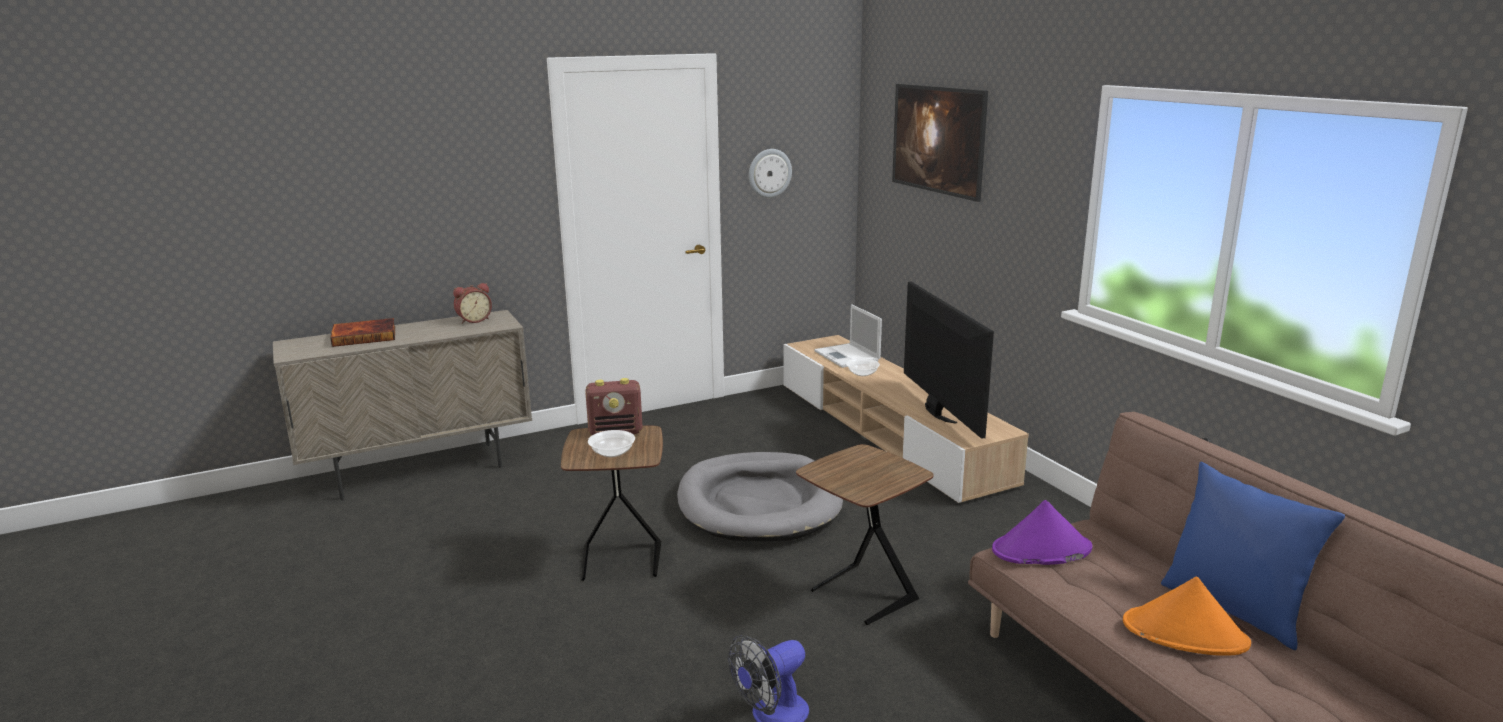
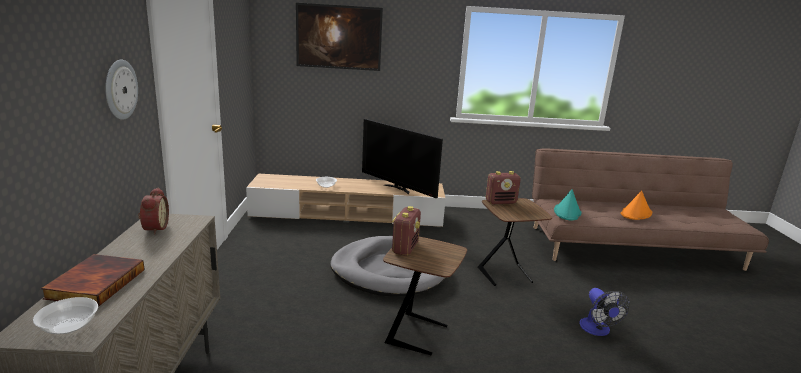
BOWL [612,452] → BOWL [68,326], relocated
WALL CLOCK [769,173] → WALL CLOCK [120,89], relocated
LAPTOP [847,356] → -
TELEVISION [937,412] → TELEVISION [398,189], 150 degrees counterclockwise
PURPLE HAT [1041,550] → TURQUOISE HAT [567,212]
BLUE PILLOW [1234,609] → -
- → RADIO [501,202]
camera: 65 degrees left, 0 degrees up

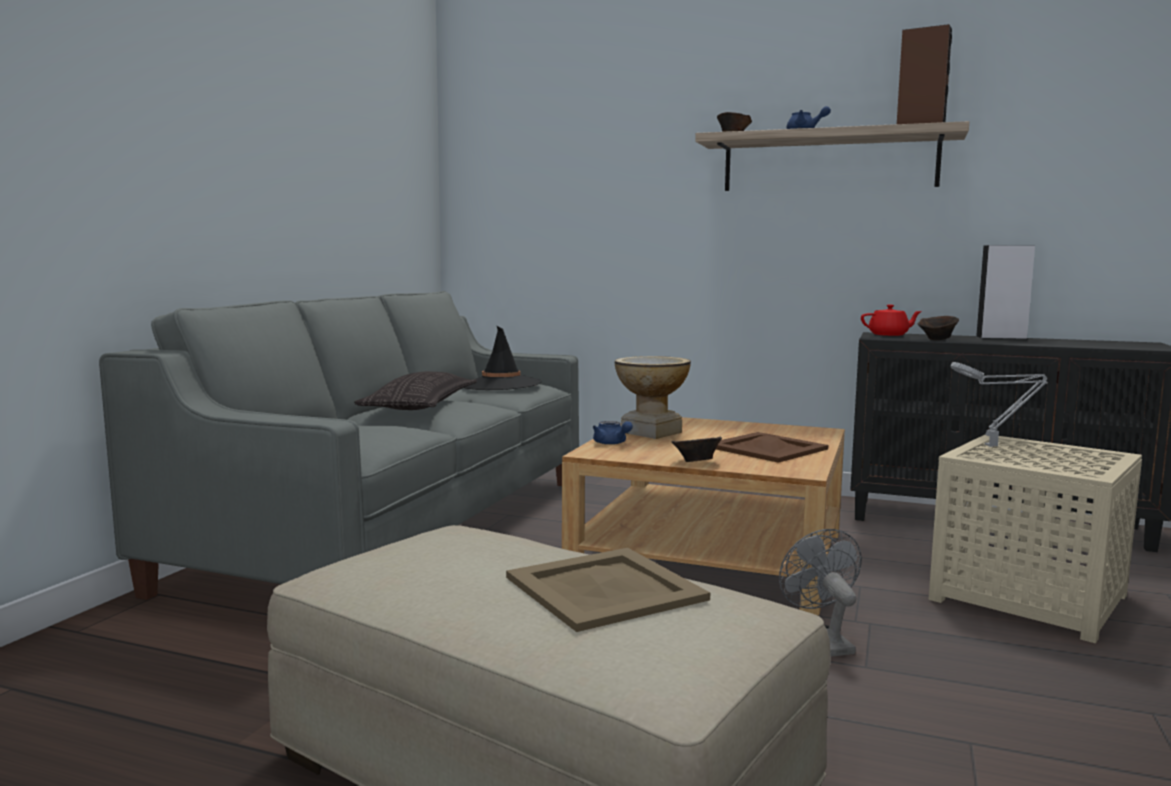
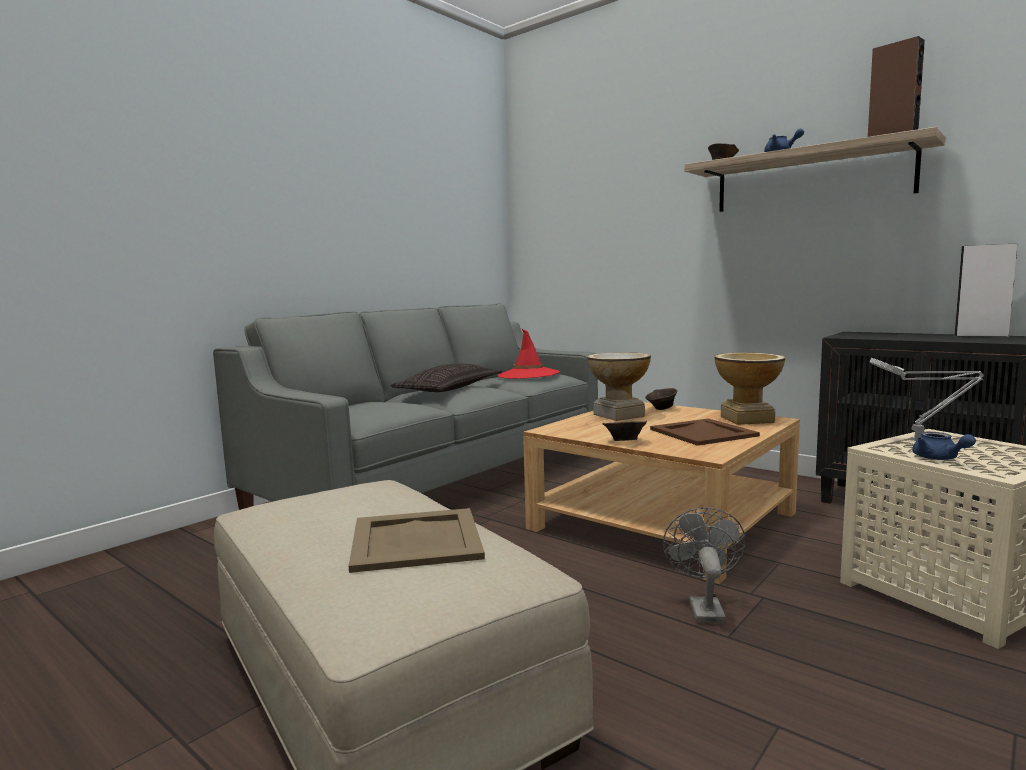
BLACK HAT [501,385] → RED HAT [528,375]
BLUE TEAPOT [612,443] → BLUE TEAPOT [939,458], relocated
RED TEAPOT [889,335] → -
BROWN BOWL [937,339] → BROWN BOWL [661,409], relocated
- → VASE [747,419]
camera: 20 degrees right, 0 degrees up

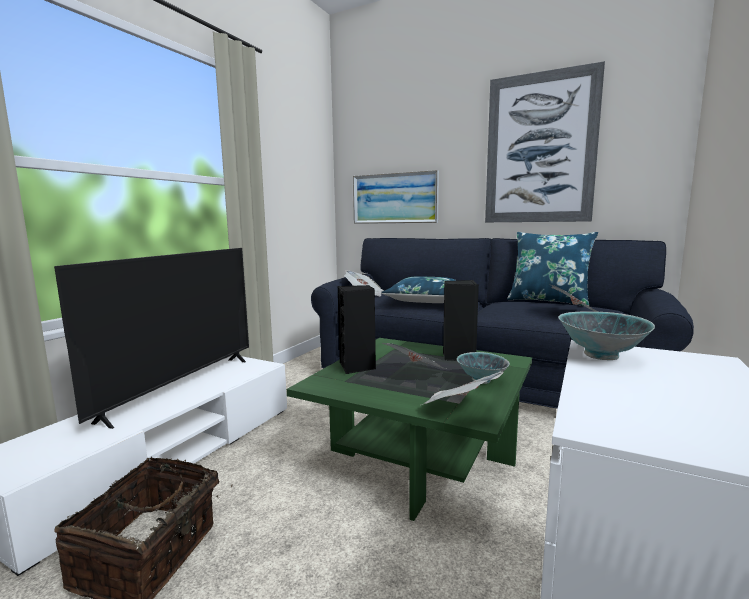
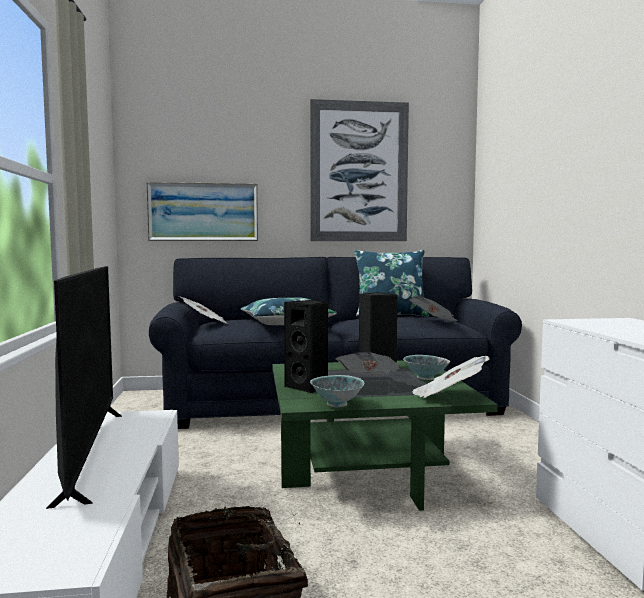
BOWL [600,355] → BOWL [336,404], relocated
camera: 35 degrees left, 5 degrees down

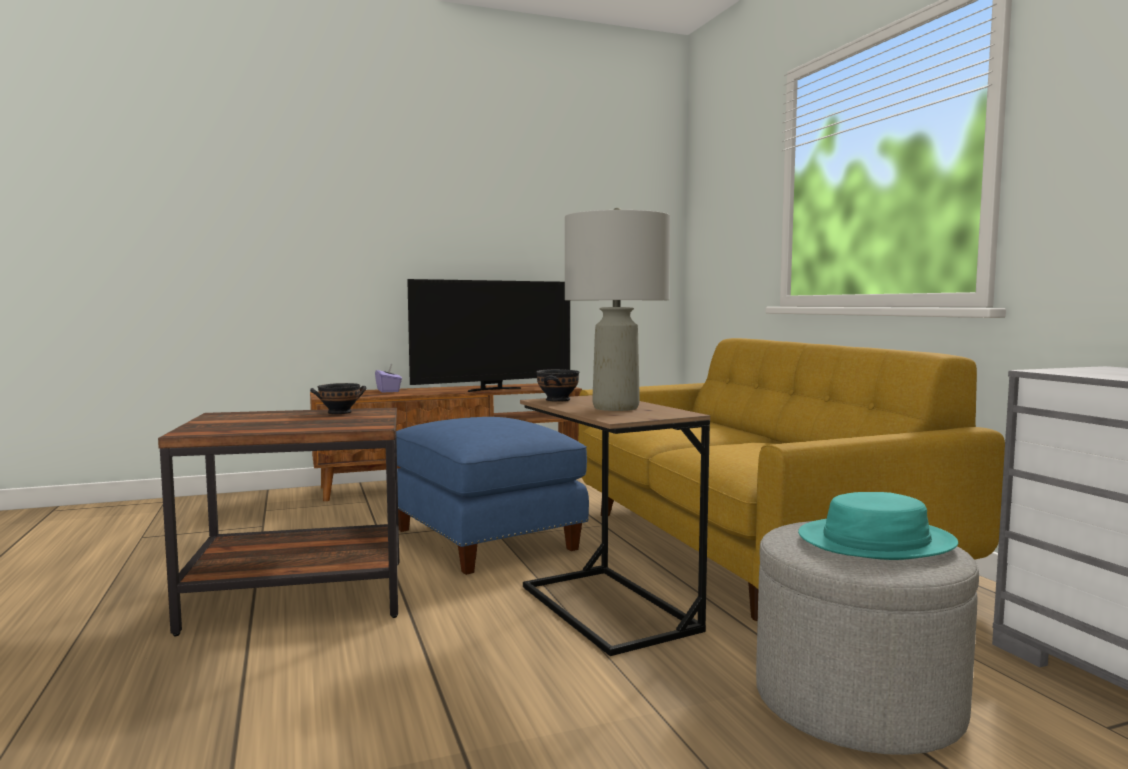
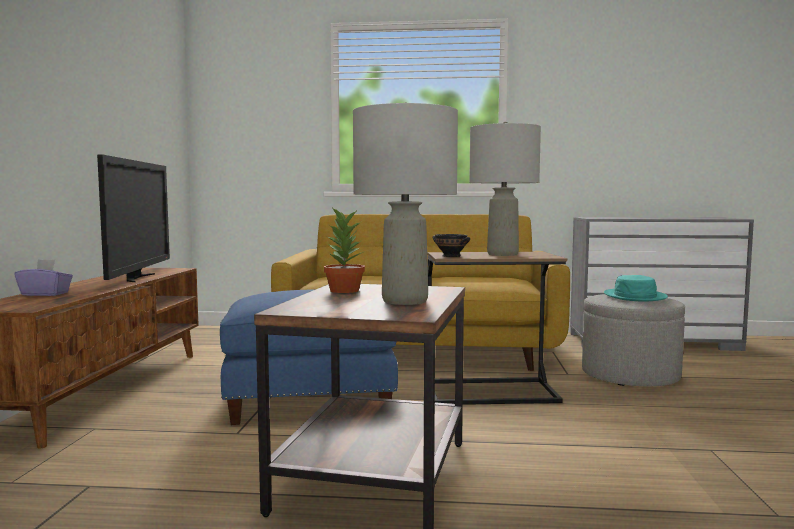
BLACK BOWL [338,412] → POTTED PLANT [343,290]
- → GREY TABLE LAMP [404,301]
camera: 65 degrees left, 0 degrees up

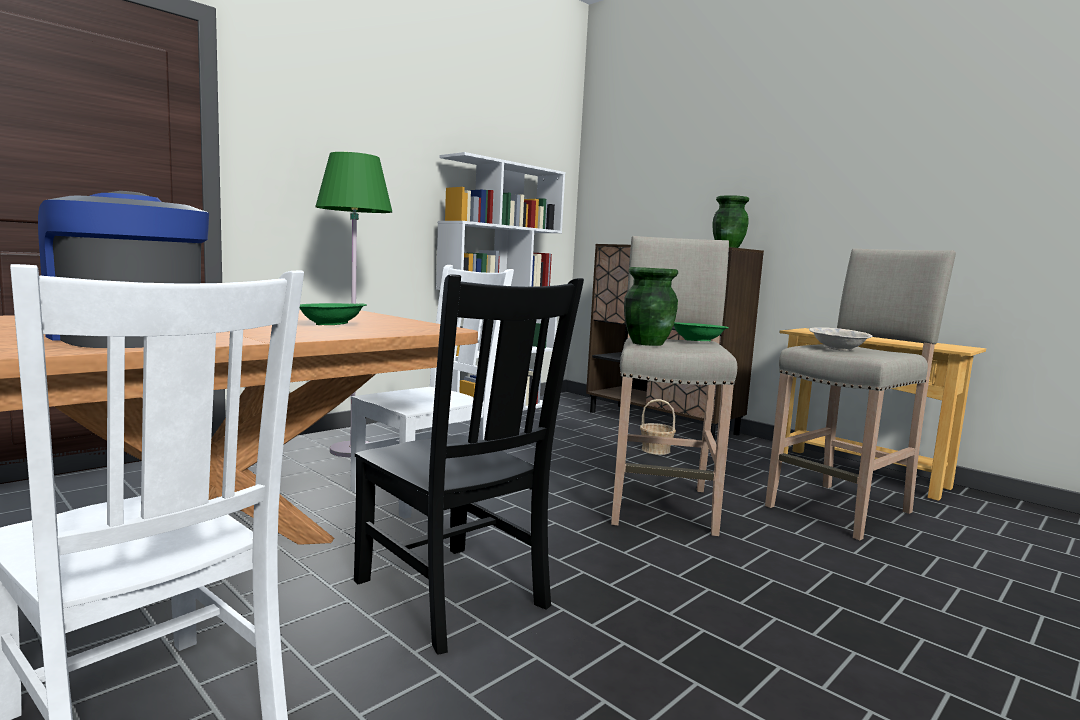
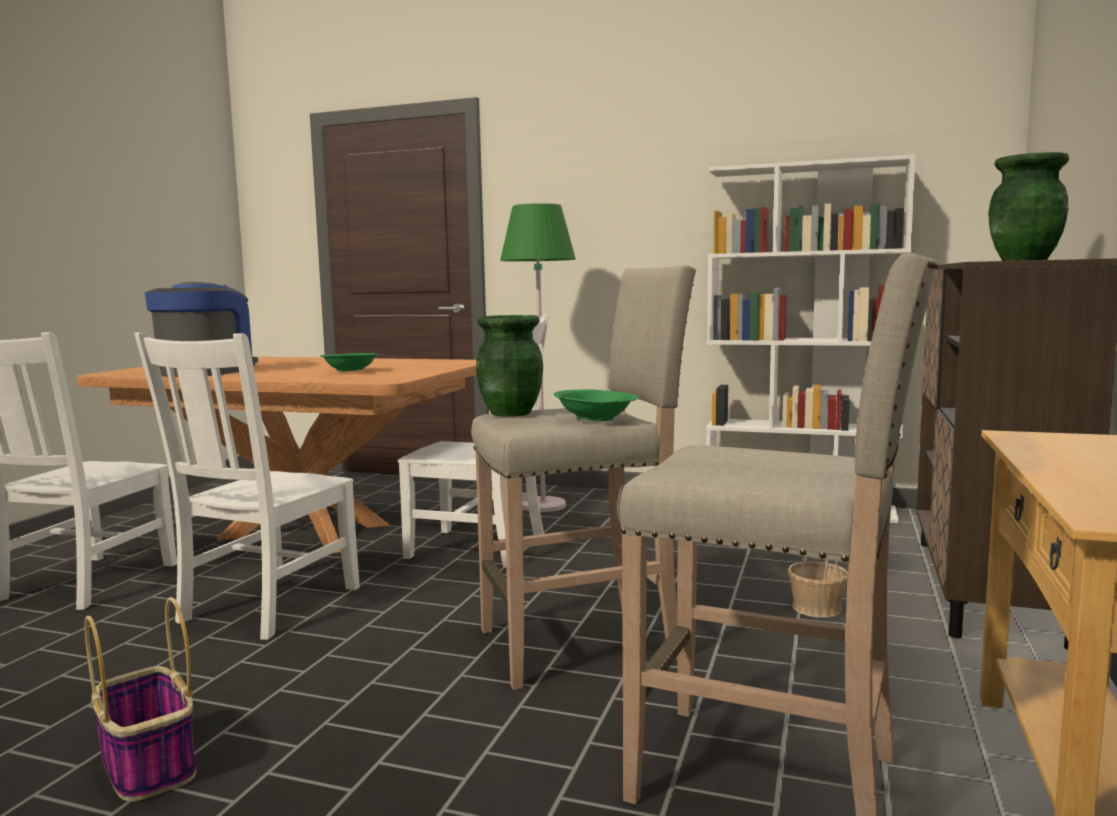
BLACK CHAIR [454,596] → WHITE CHAIR [266,606]
BEIGE BOWL [838,349] → -
- → BASKET [147,764]
camera: 65 degrees right, 0 degrees up

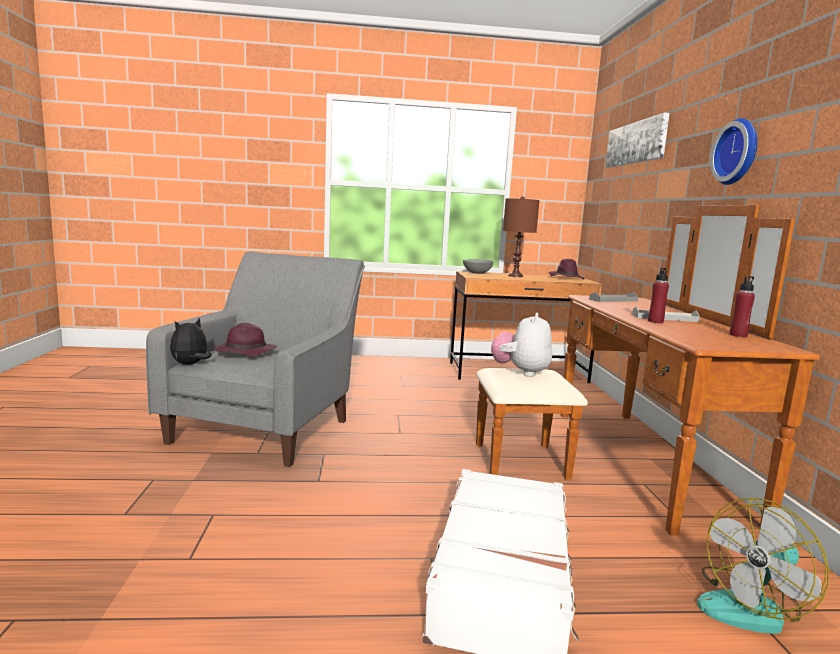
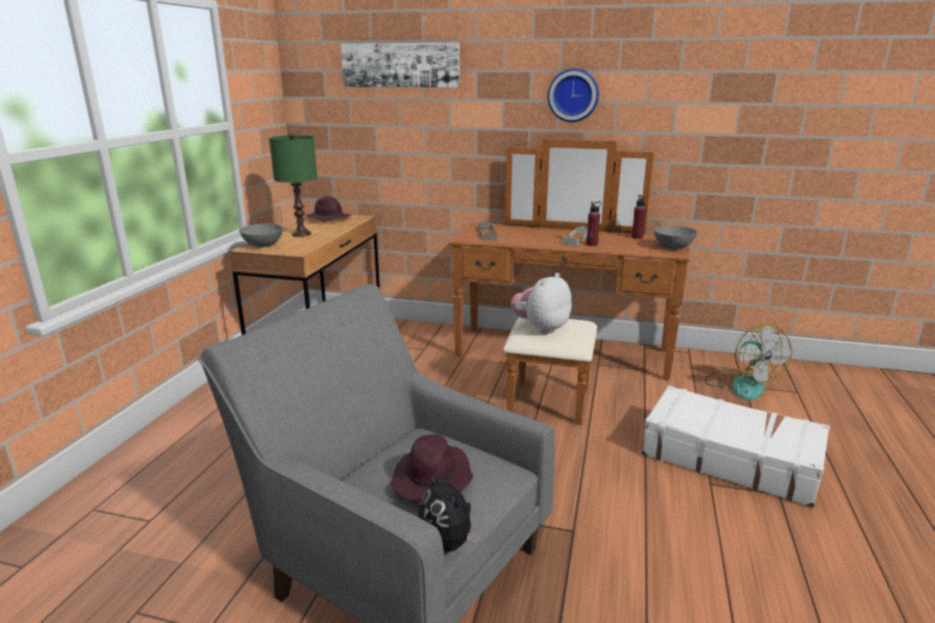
PLUSH TOY [521,372] → PLUSH TOY [541,328], 90 degrees clockwise
BROWN TABLE LAMP [515,276] → GREEN TABLE LAMP [301,234]
- → GREY BOWL [673,247]
camera: 70 degrees left, 10 degrees up

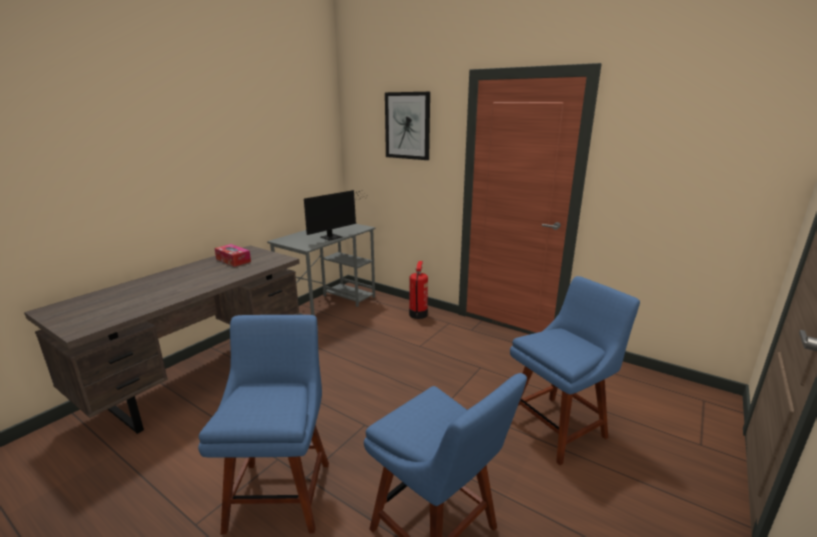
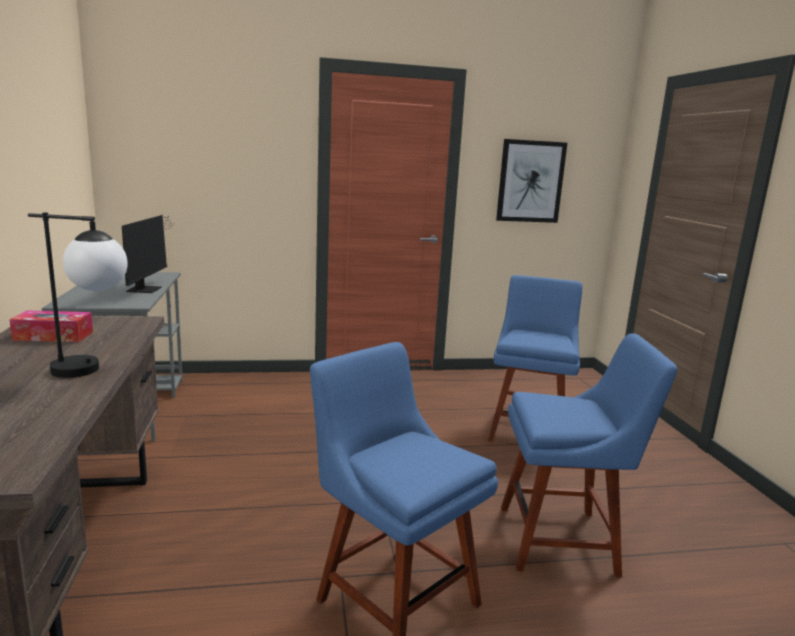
PICTURE [407,126] → PICTURE [530,181], relocated
FIRE EXTINGUISHER [418,314] → -
- → TABLE LAMP [93,371]
camera: 45 degrees left, 5 degrees down

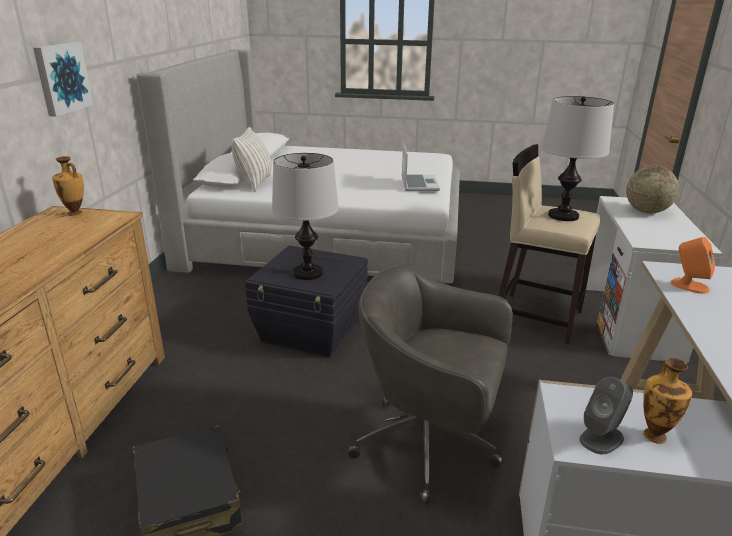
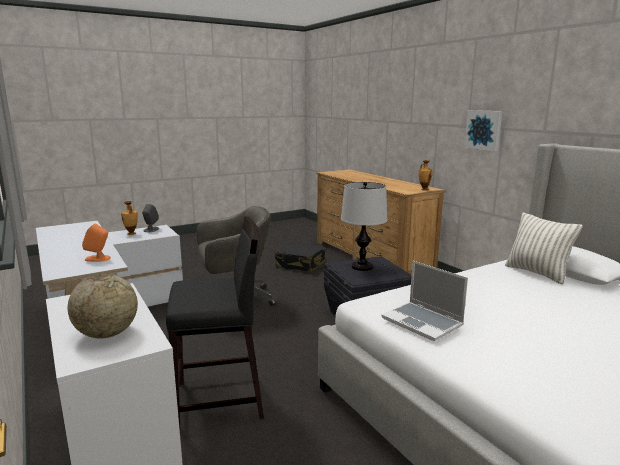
BEIGE STOOL [536,317] → BLACK STOOL [220,400]
TABLE LAMP [563,216] → -
camera: 140 degrees right, 10 degrees down

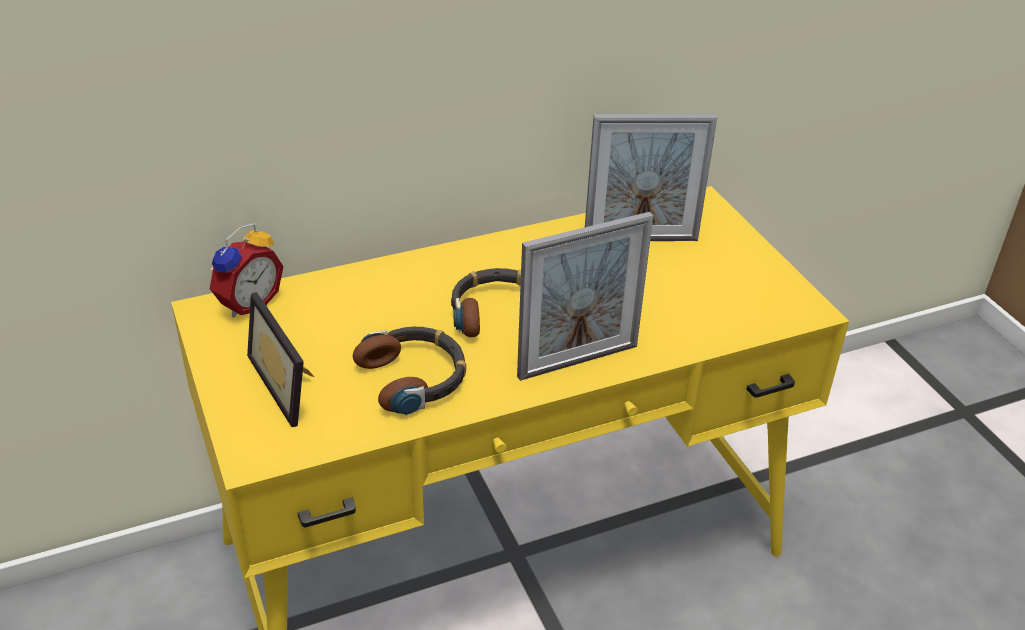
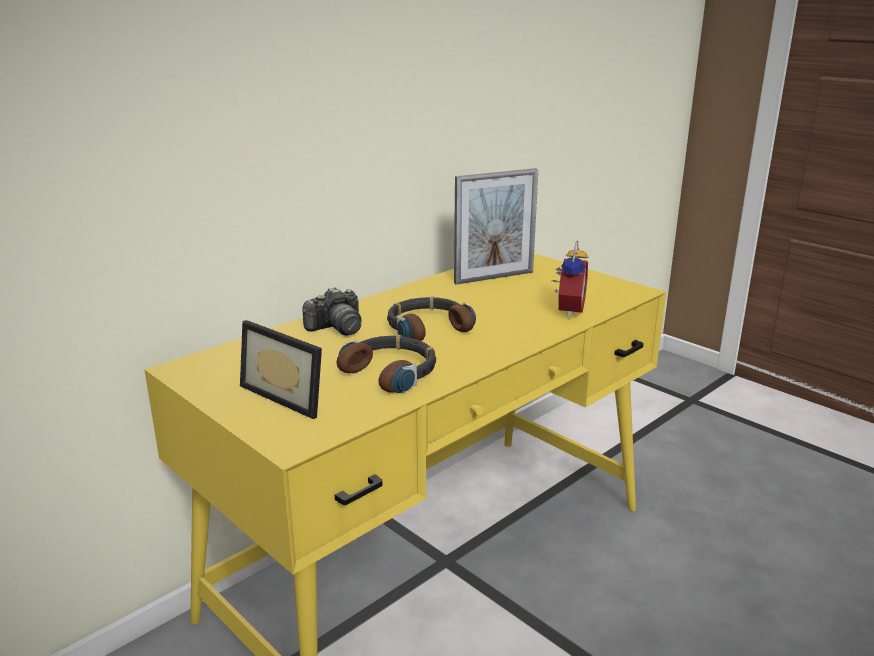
ALARM CLOCK [247,303] → ALARM CLOCK [567,311], relocated
PICTURE FRAME [578,361] → -
- → PHOTO CAMERA [337,328]
camera: 20 degrees left, 15 degrees down

